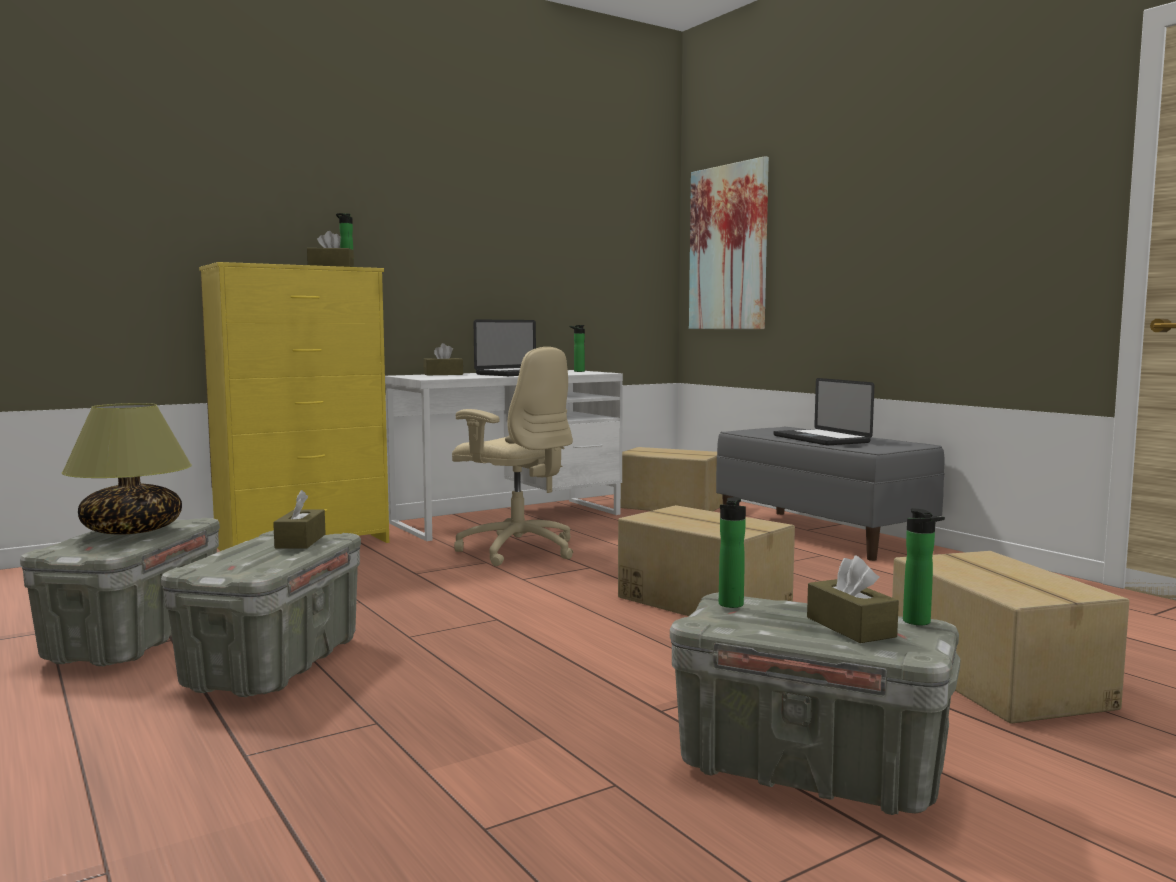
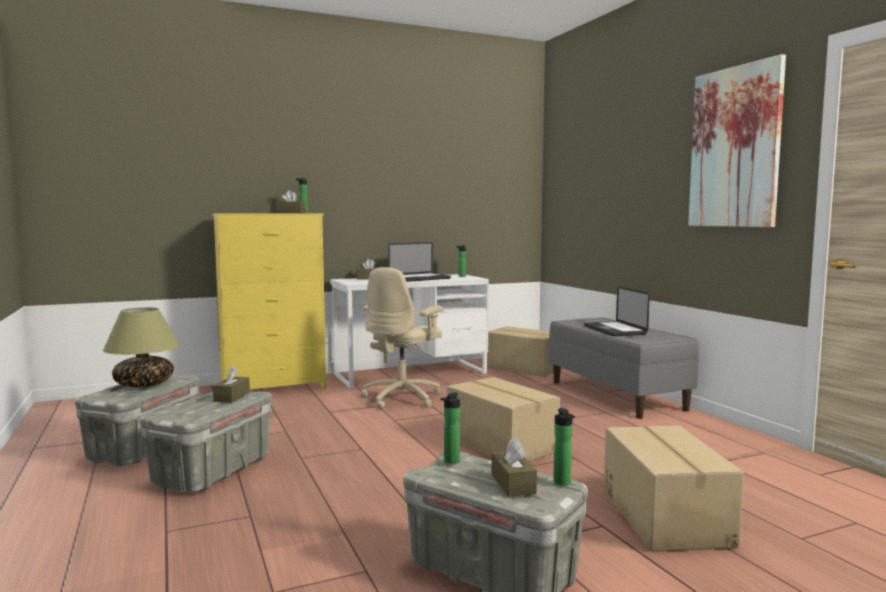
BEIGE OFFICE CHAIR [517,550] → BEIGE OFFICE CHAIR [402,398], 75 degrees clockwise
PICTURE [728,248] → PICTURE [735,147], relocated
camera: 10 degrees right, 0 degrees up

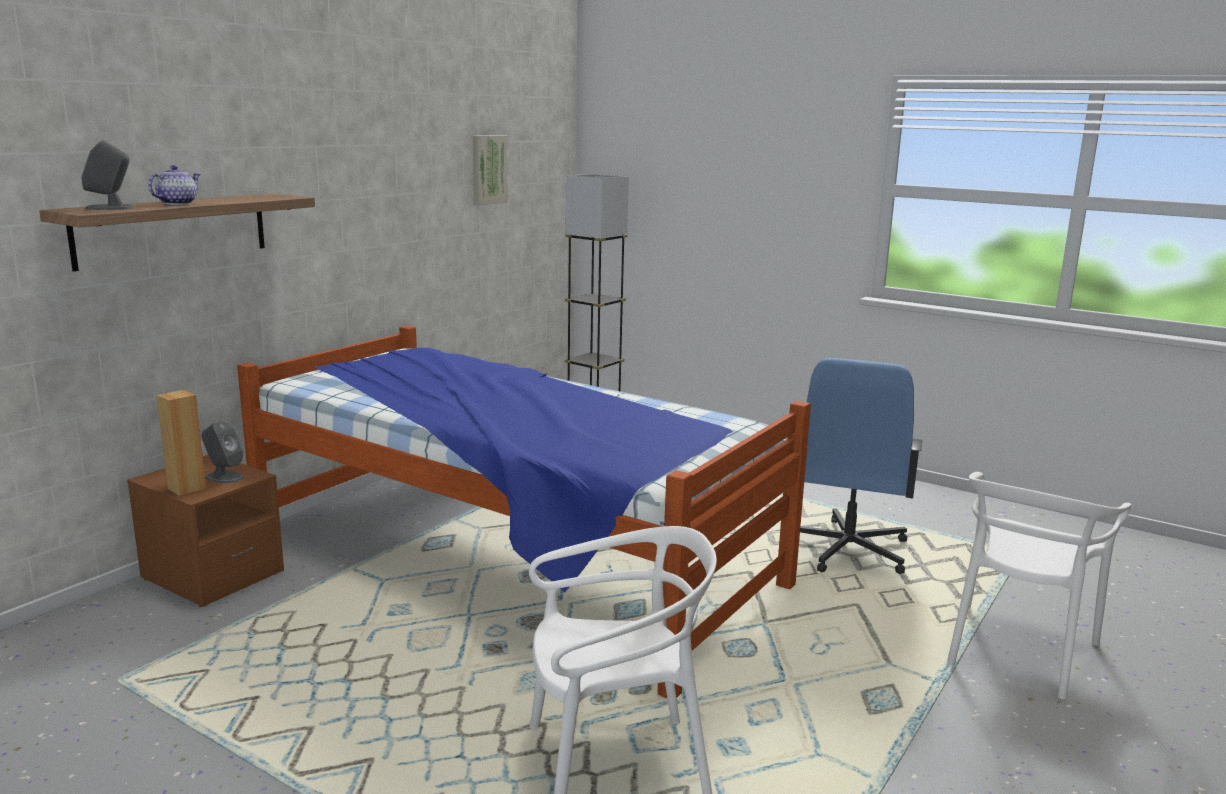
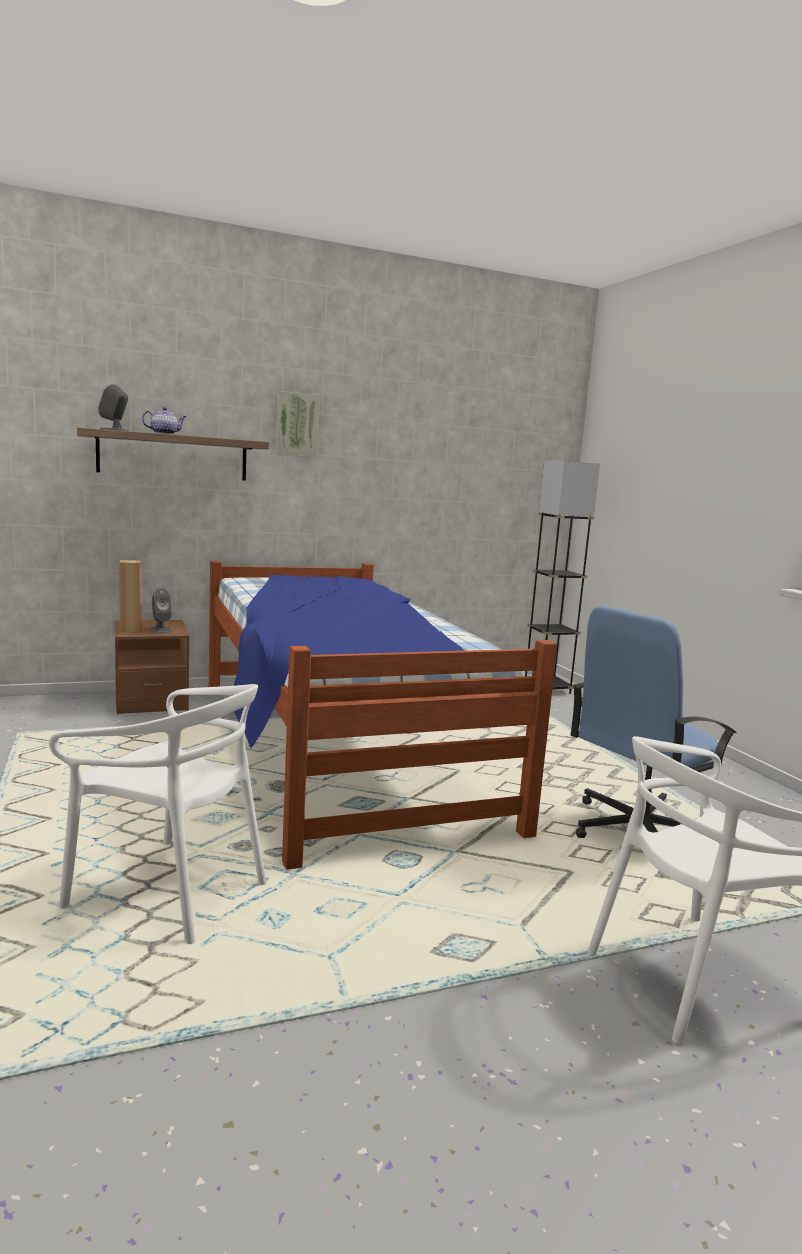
PICTURE [488,169] → PICTURE [297,424], relocated
camera: 35 degrees right, 5 degrees down

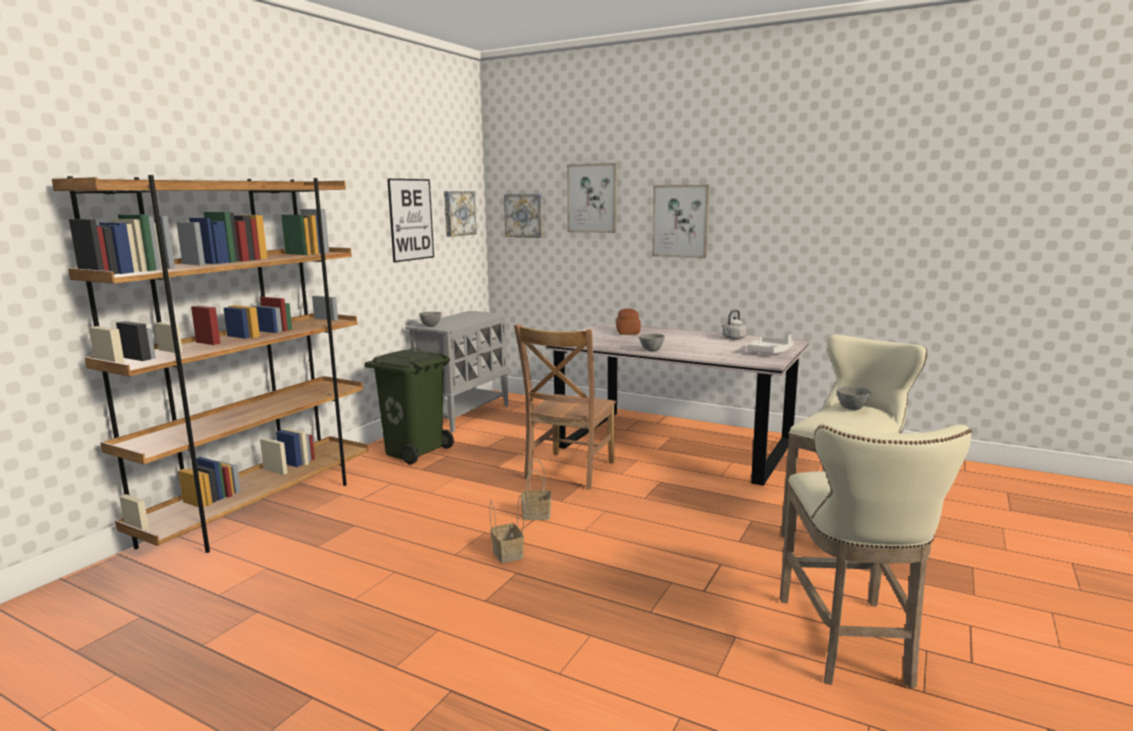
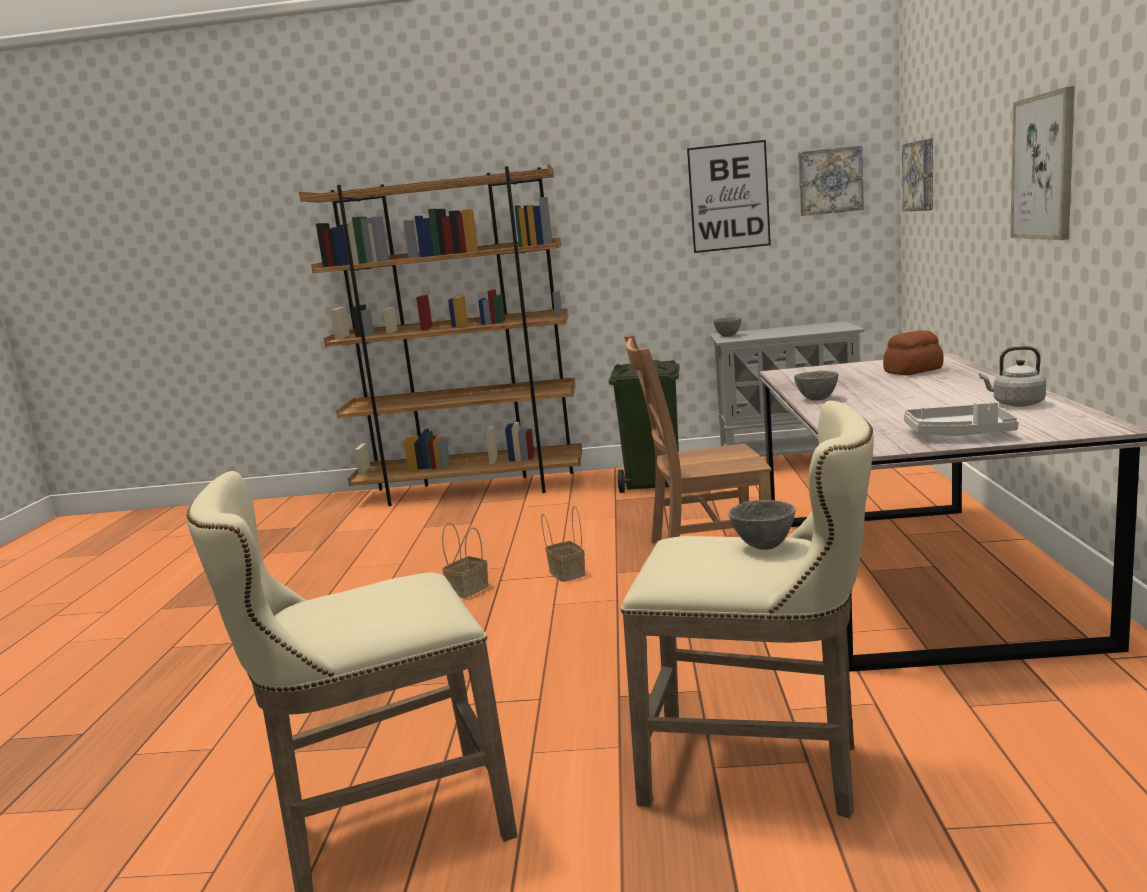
PICTURE [592,198] → -
camera: 65 degrees right, 0 degrees up

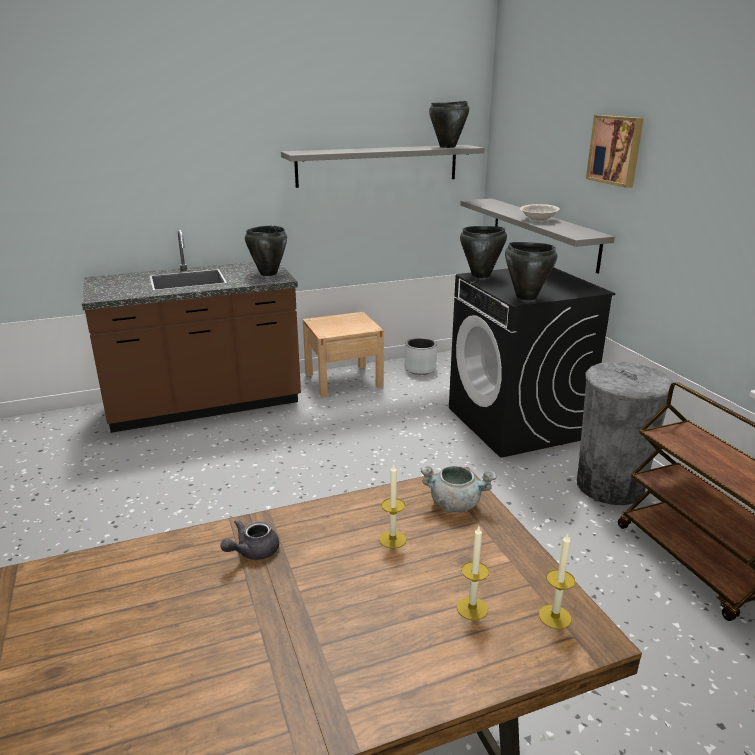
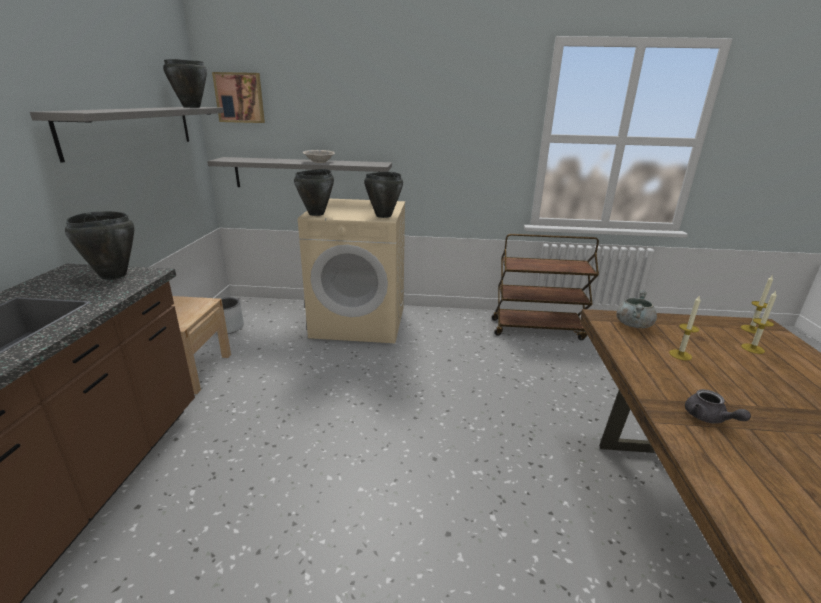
BLACK WASHING MACHINE [517,423] → BEIGE WASHING MACHINE [360,321]
GREY TRASH CAN [610,486] → -
PICTURE [616,150] → PICTURE [240,98], relocated
camera: 65 degrees left, 0 degrees up

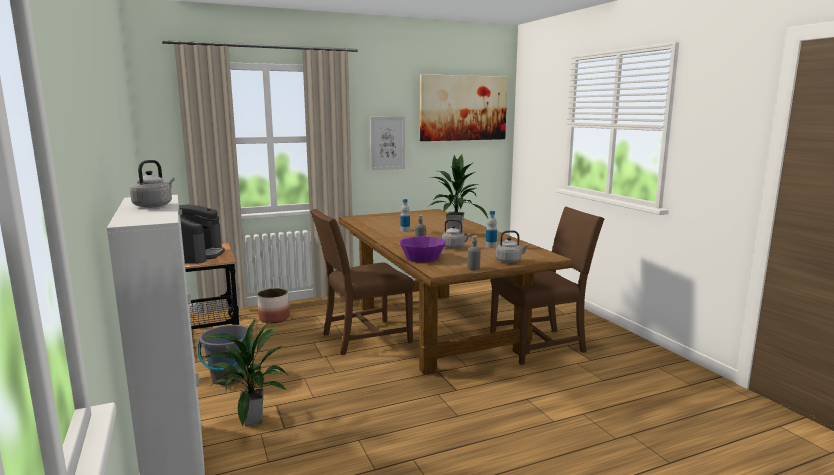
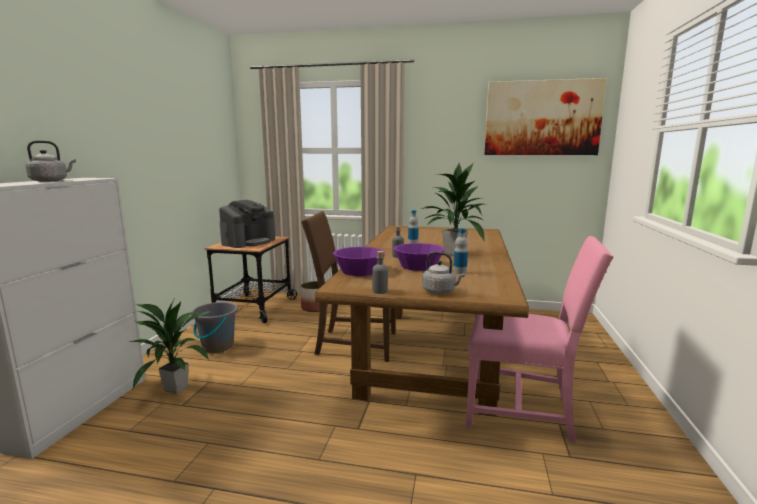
PICTURE [387,143] → -
GREY KETTLE [454,247] → PURPLE BOWL [418,266]
BROWN CHAIR [540,345] → PINK CHAIR [523,410]
camera: 35 degrees right, 0 degrees up

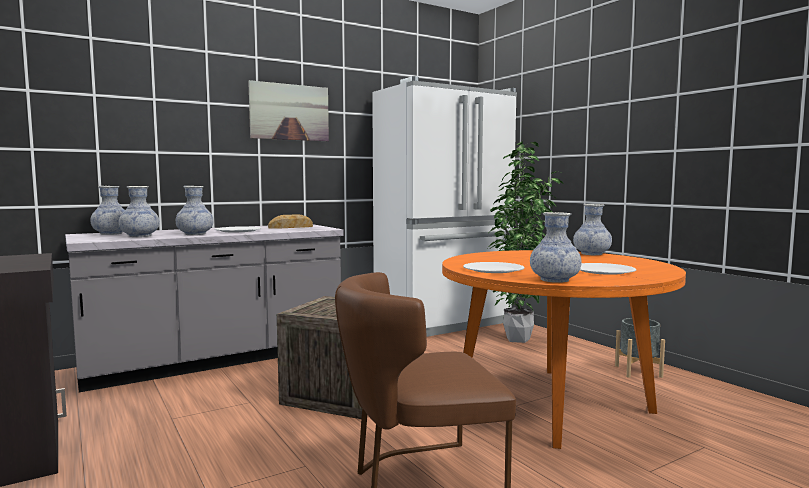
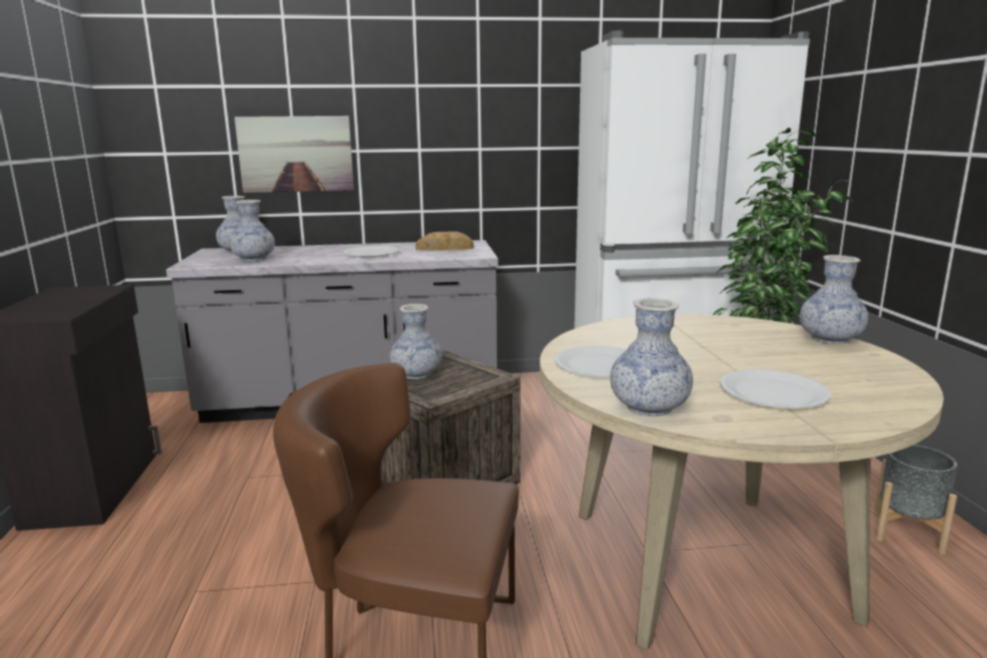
VASE [195,234] → VASE [416,374], relocated
PICTURE [289,112] → PICTURE [296,154], relocated
ORANGE DINING TABLE [552,403] → BEIGE DINING TABLE [706,562]
camera: 25 degrees right, 10 degrees up

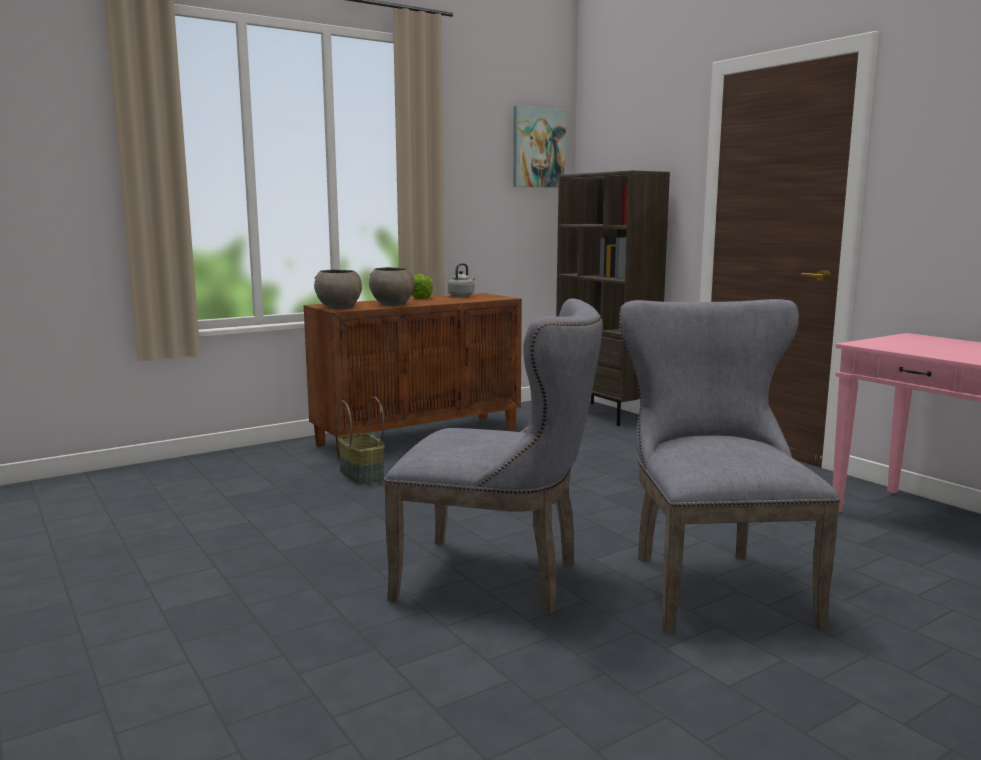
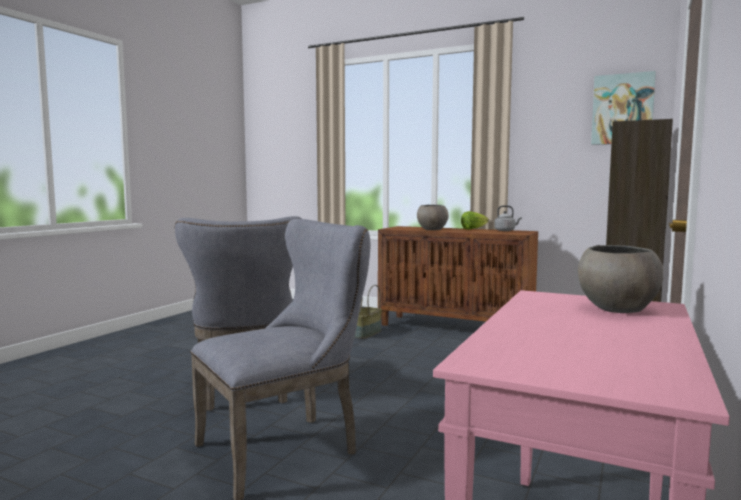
GREY BOWL [338,308] → GREY BOWL [616,308], relocated
camera: 60 degrees right, 5 degrees down

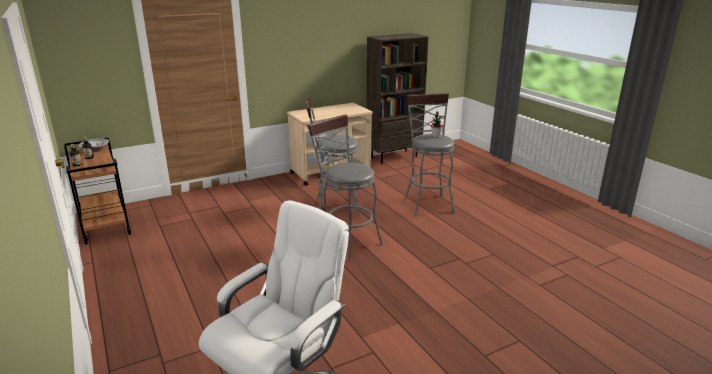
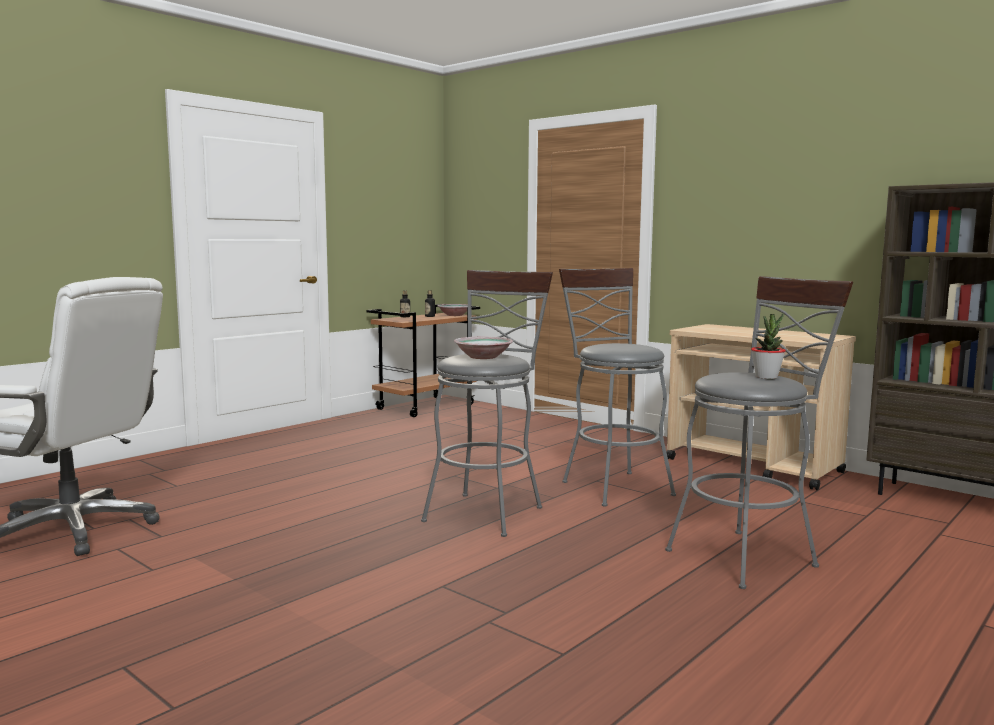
- → BOWL [484,357]
camera: 70 degrees right, 15 degrees down

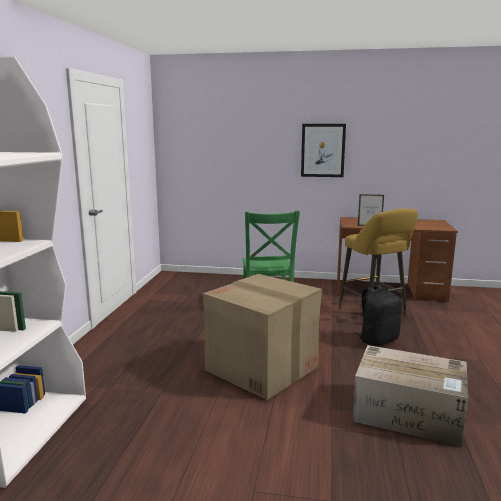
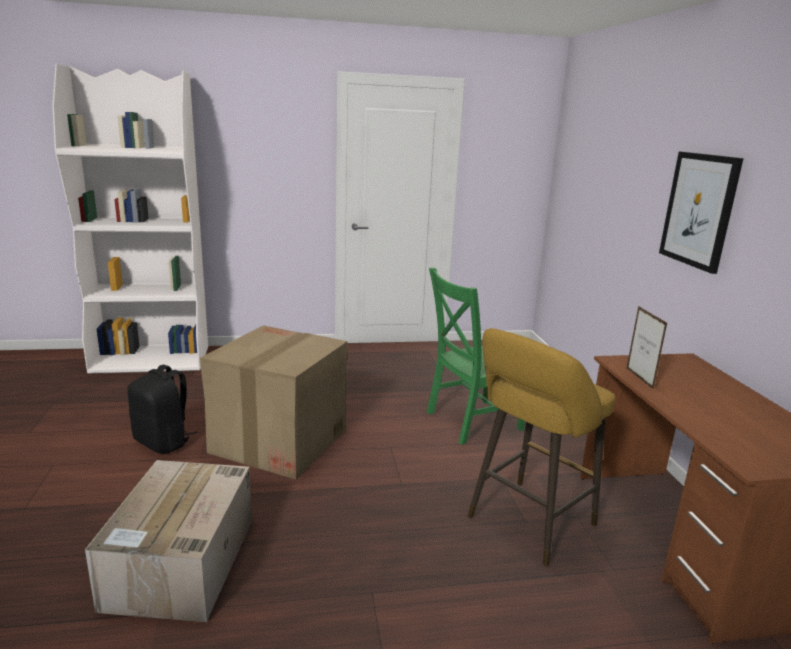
BLACK BACKPACK [378,340] → BLACK BACKPACK [163,442], relocated
camera: 70 degrees right, 5 degrees up

